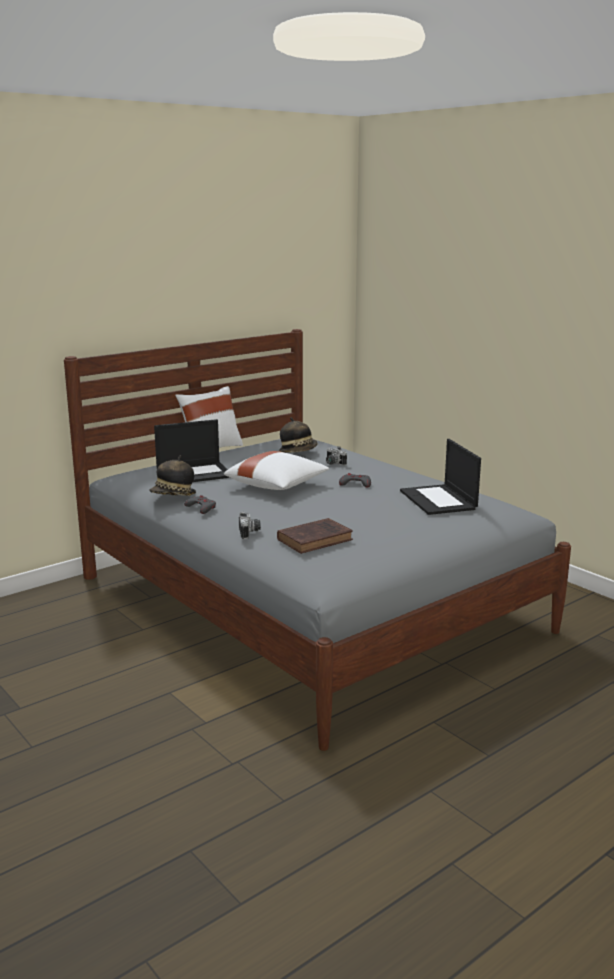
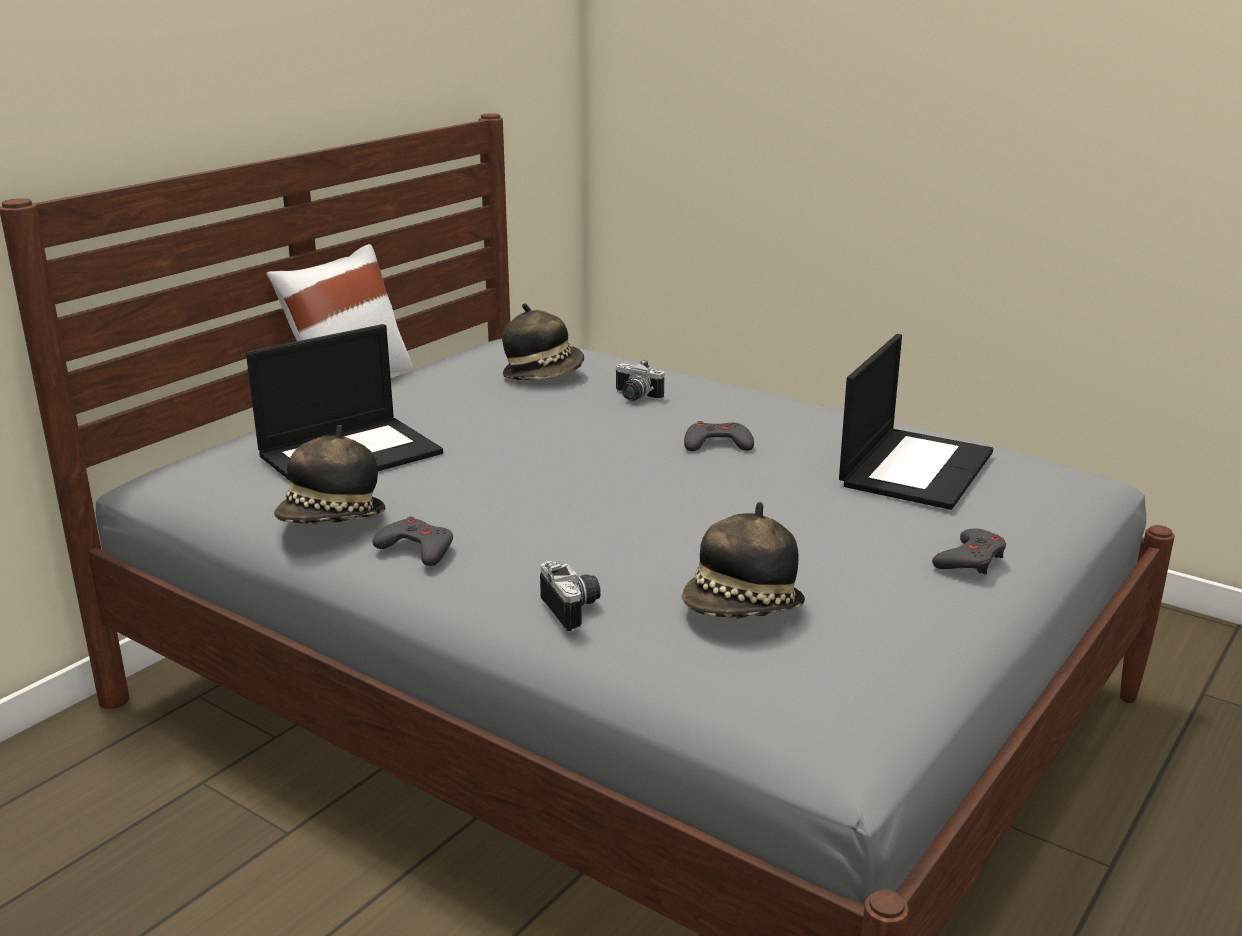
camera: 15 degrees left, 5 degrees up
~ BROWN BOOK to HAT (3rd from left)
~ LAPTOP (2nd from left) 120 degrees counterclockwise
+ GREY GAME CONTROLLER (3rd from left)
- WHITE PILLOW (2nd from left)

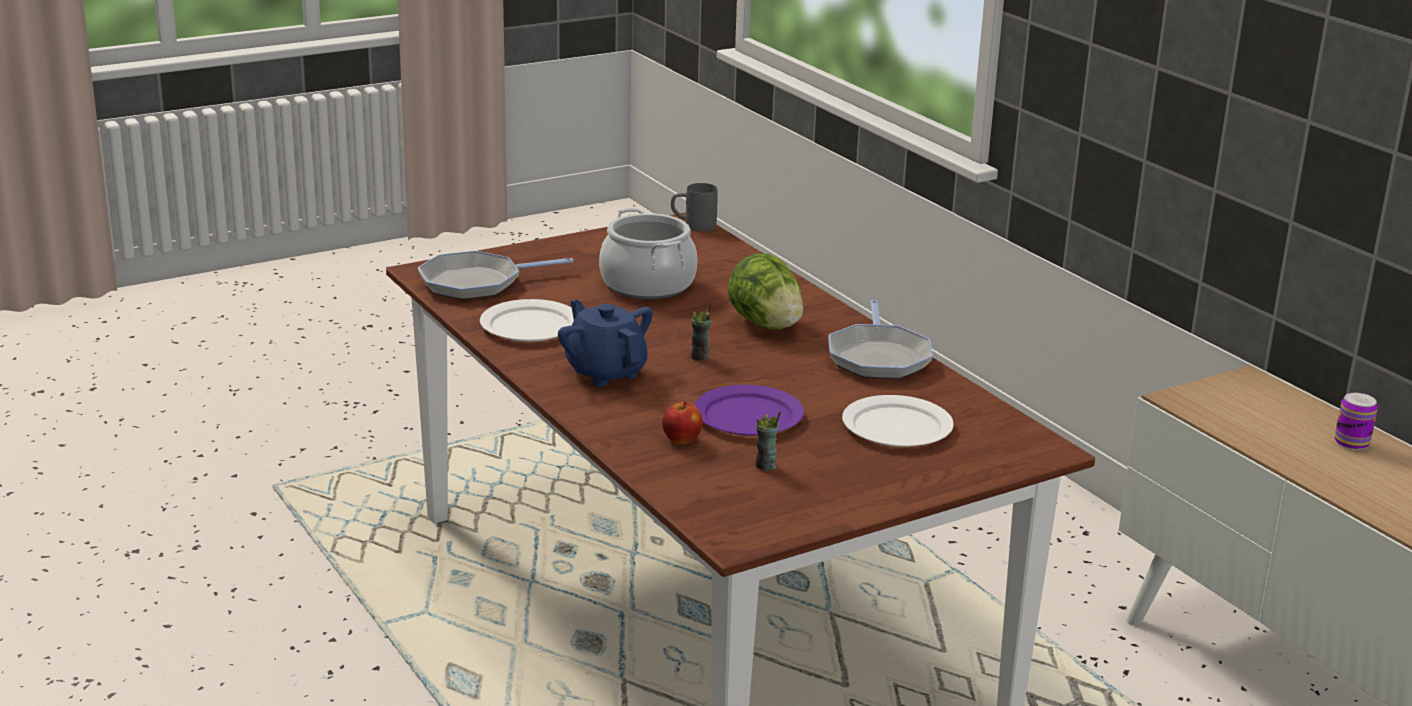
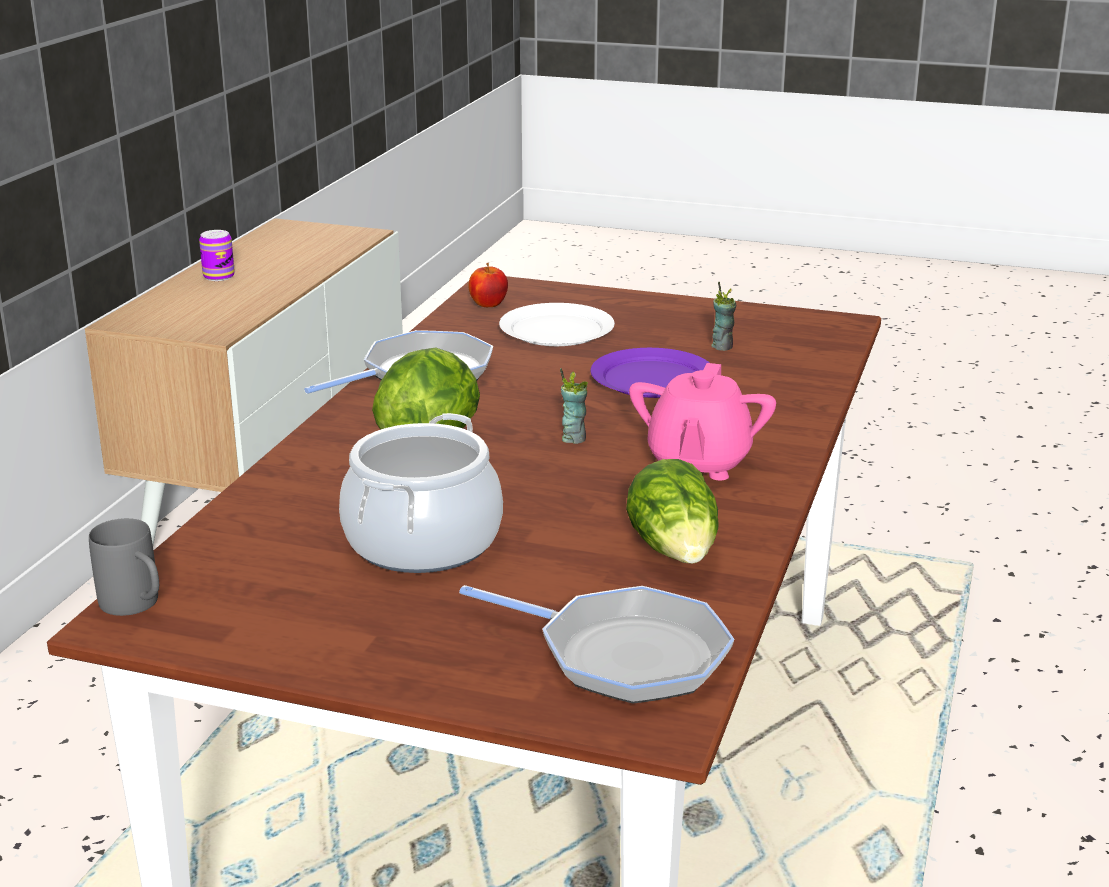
camera: 130 degrees left, 0 degrees up
~ APPLE
~ WHITE PLATE (1st from left) to LETTUCE (2nd from left)
~ BLUE TEAPOT to PINK TEAPOT

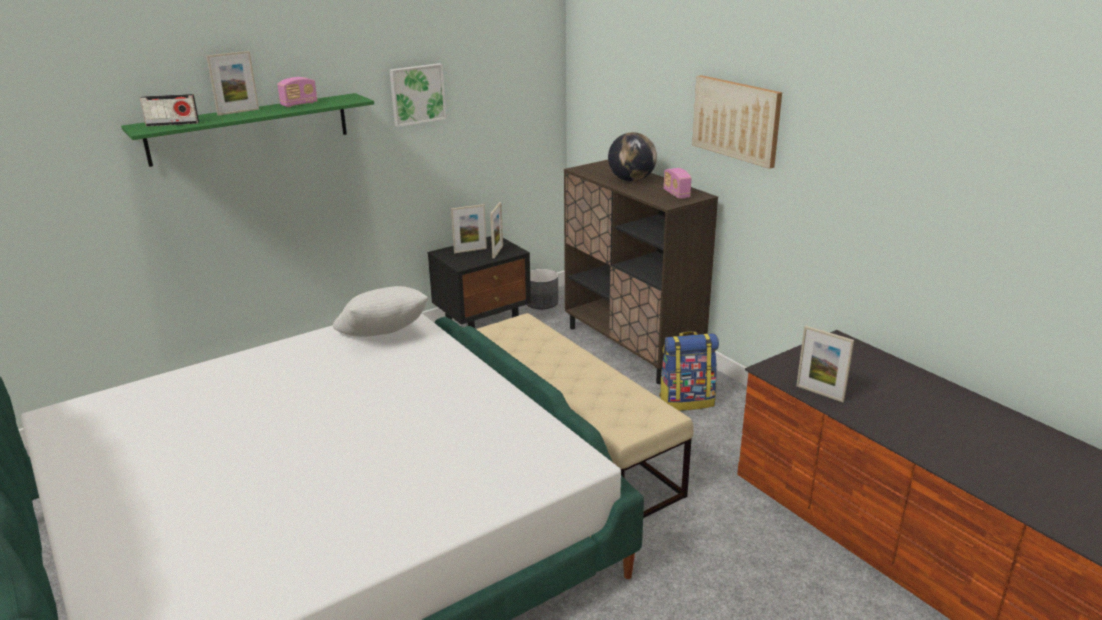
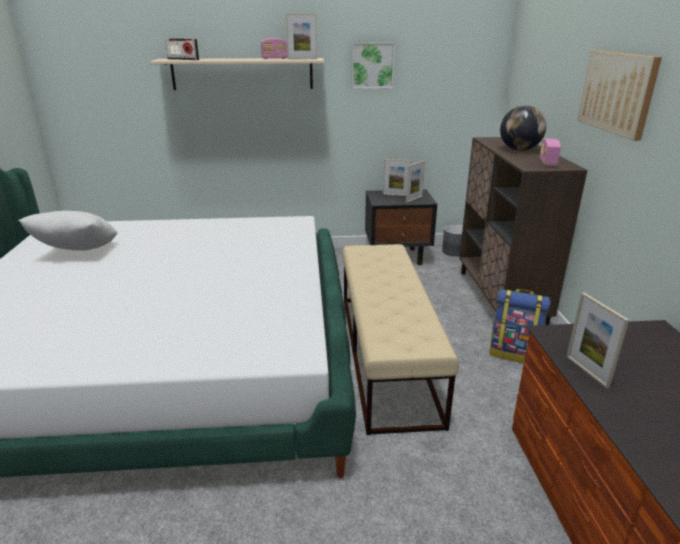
camera: 30 degrees right, 0 degrees up
~ WHITE PILLOW
~ GREEN SHELF to BEIGE SHELF
~ PICTURE FRAME (1st from left)

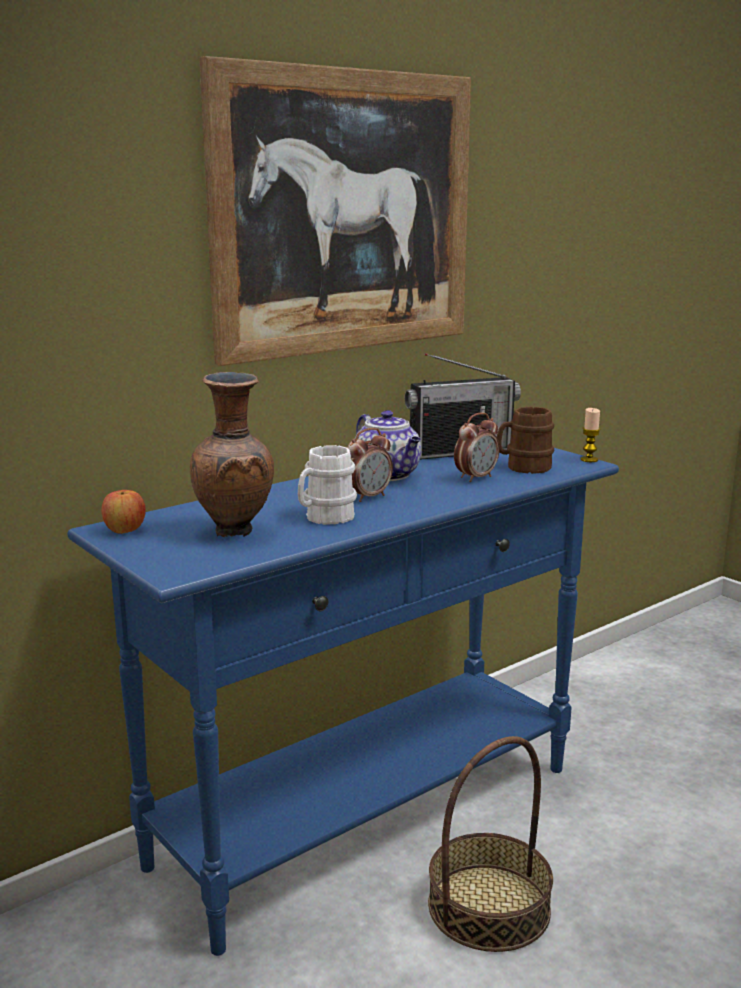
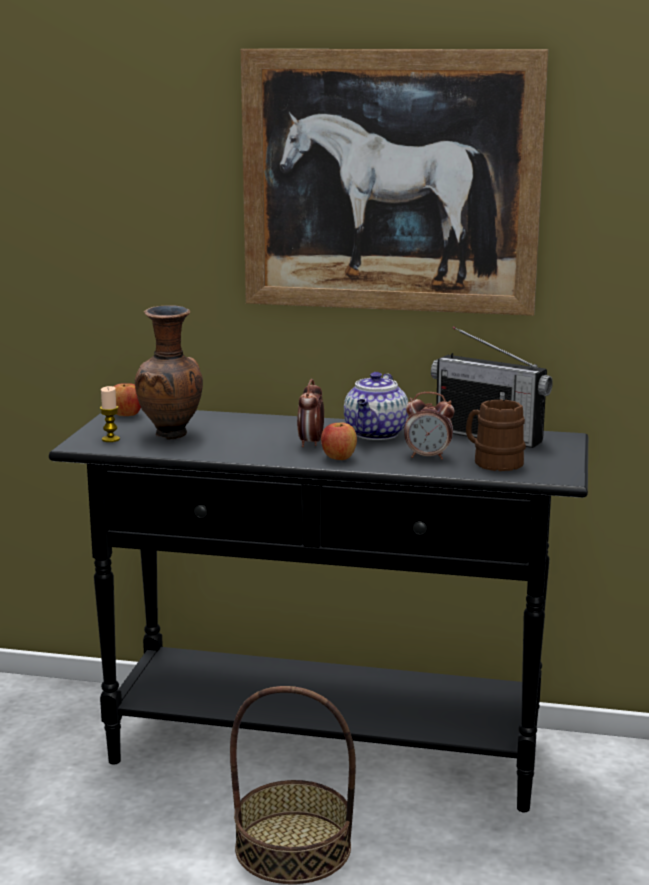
camera: 50 degrees right, 0 degrees up
~ BLUE CONSOLE TABLE to BLACK CONSOLE TABLE
~ CANDLE
~ ALARM CLOCK (1st from left) 90 degrees clockwise
+ APPLE (2nd from left)
- WHITE MUG

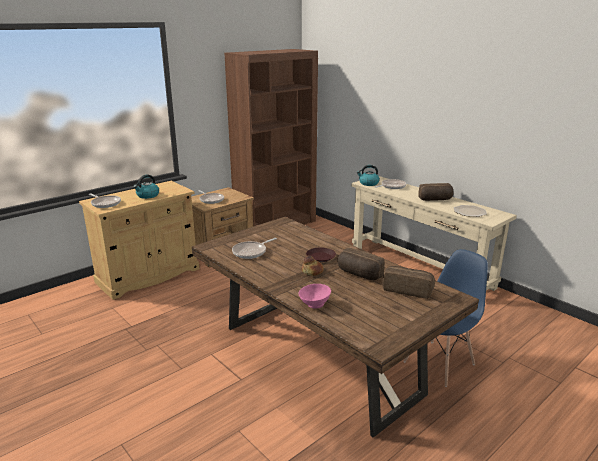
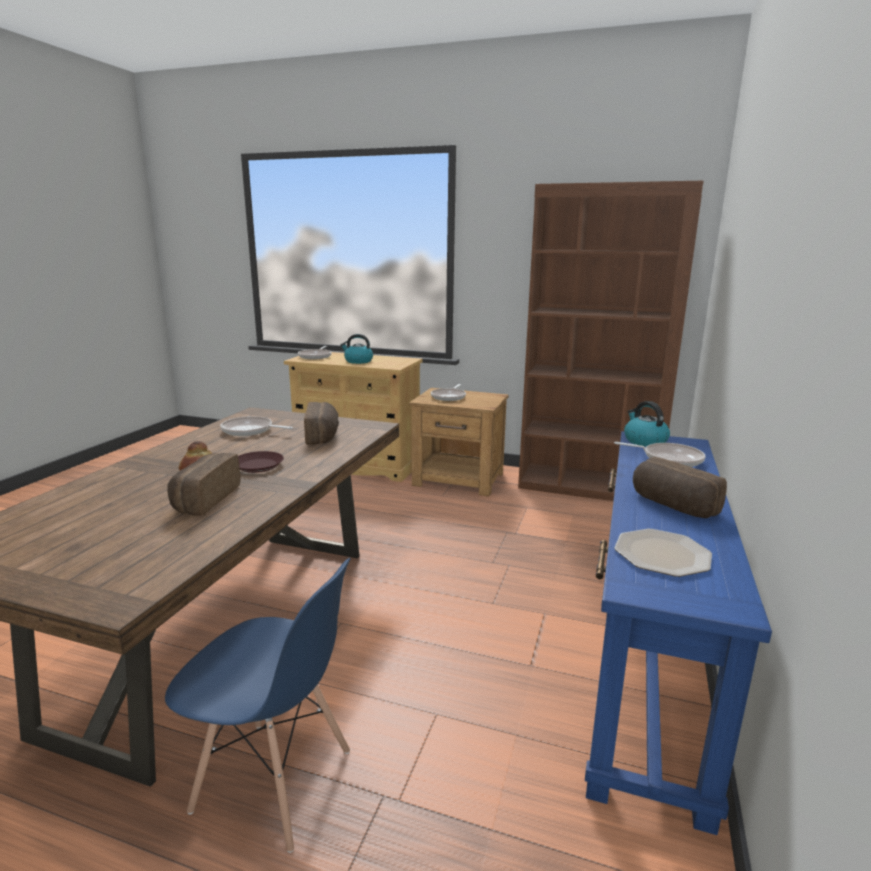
camera: 60 degrees right, 5 degrees down
~ BREAD (3rd from left)
~ BEIGE CONSOLE TABLE to BLUE CONSOLE TABLE
- PINK BOWL

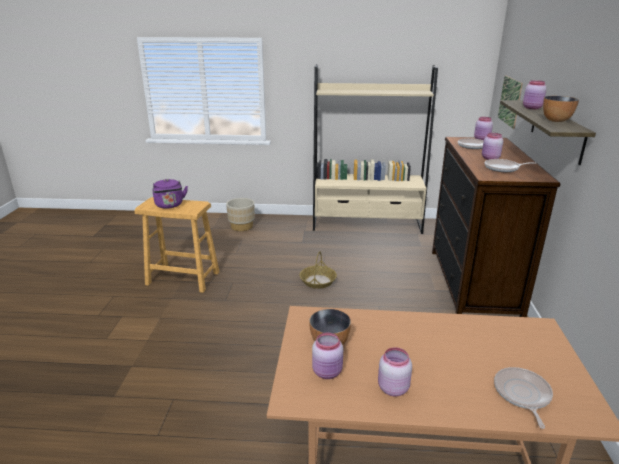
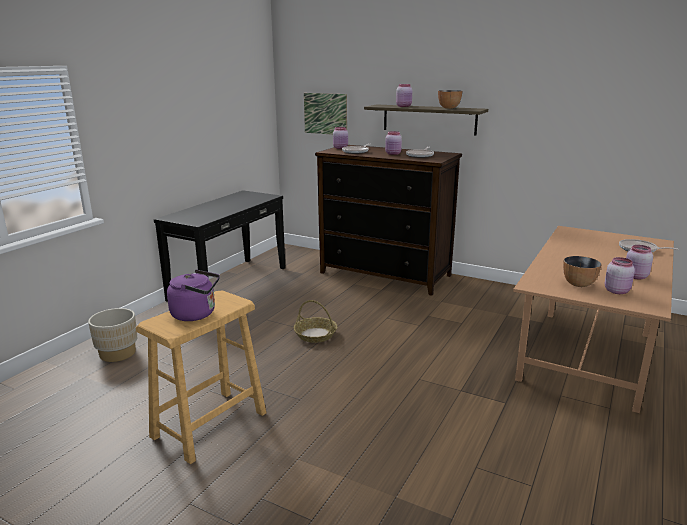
camera: 65 degrees left, 5 degrees down
~ BEIGE BOOKCASE to BLACK CONSOLE TABLE

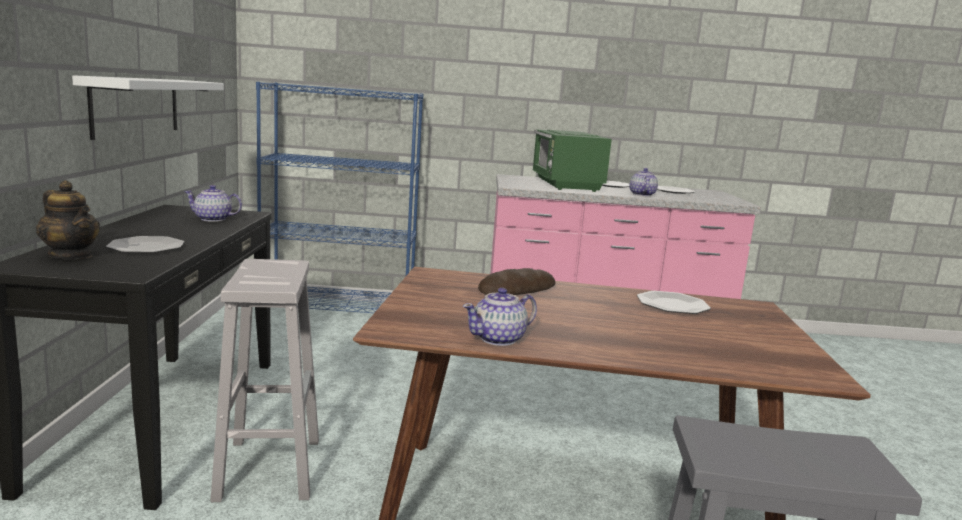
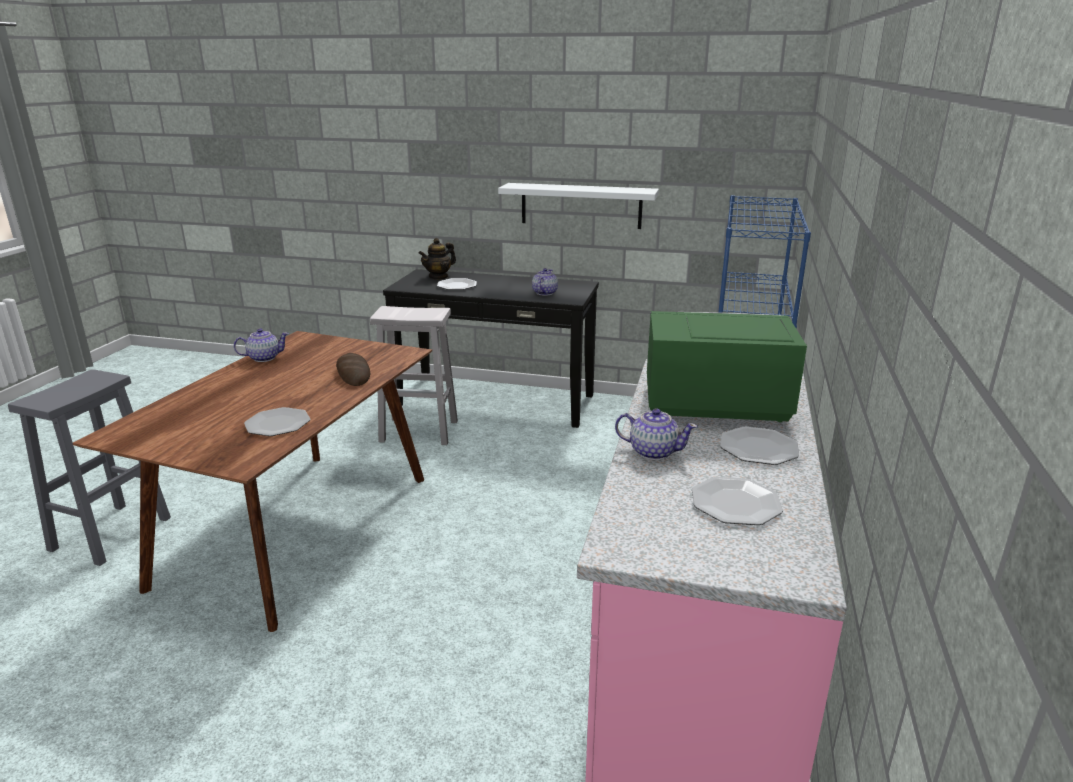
camera: 105 degrees right, 10 degrees up
~ TEAPOT (3rd from left in the first image) 90 degrees clockwise

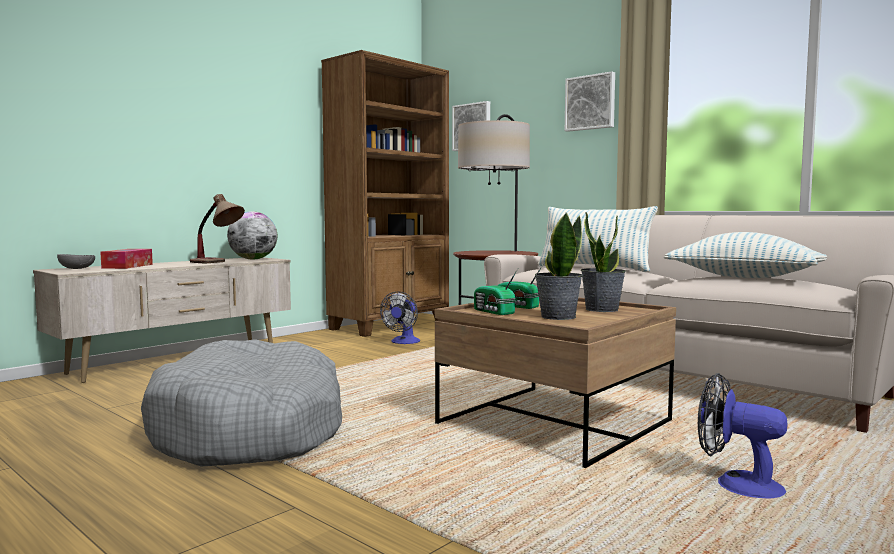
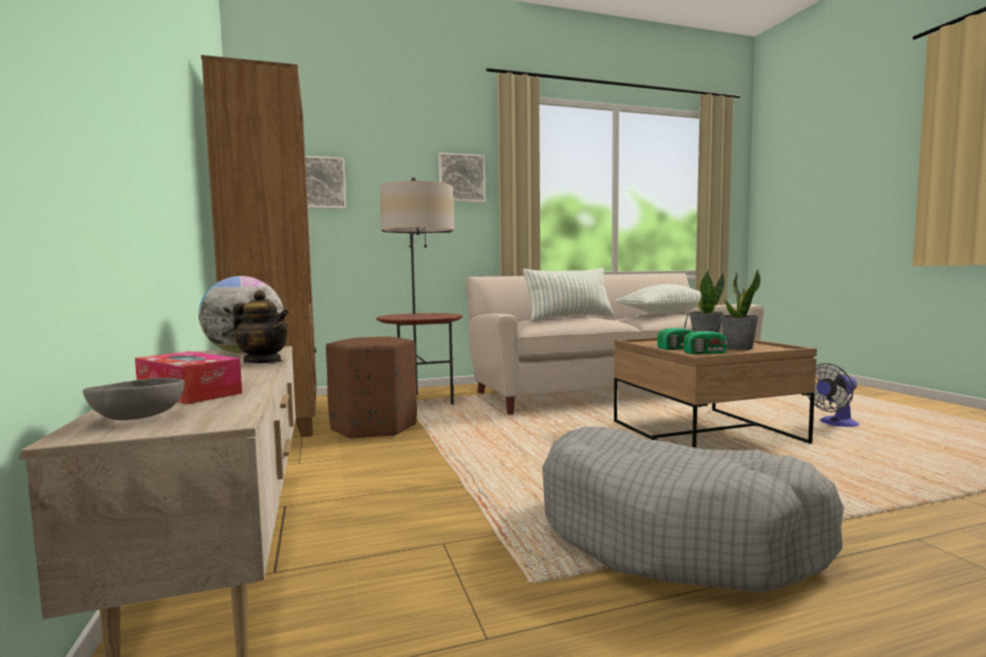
camera: 60 degrees left, 0 degrees up
~ TABLE LAMP to TEAPOT
~ FAN (1st from left) to BROWN OTTOMAN

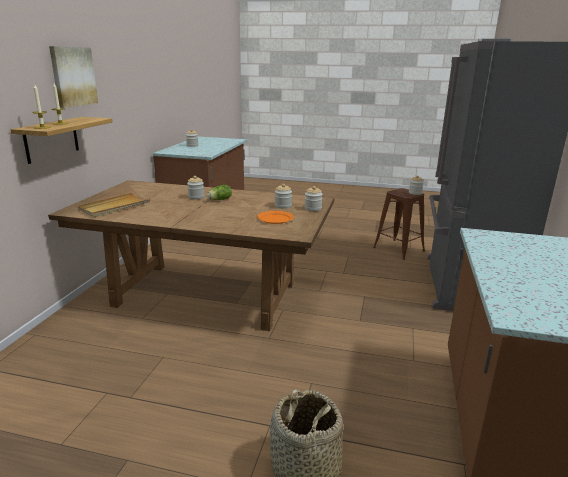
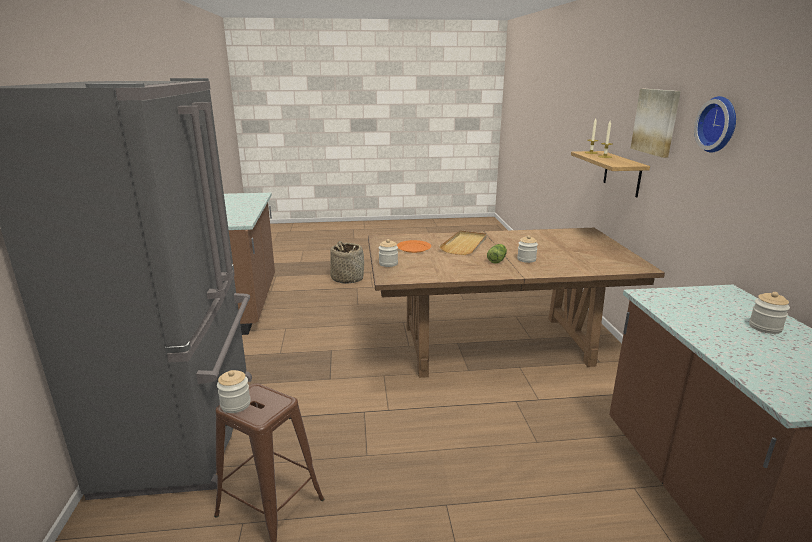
camera: 160 degrees right, 0 degrees up
~ BEIGE TRAY
+ WALL CLOCK
- JAR (3rd from left)

